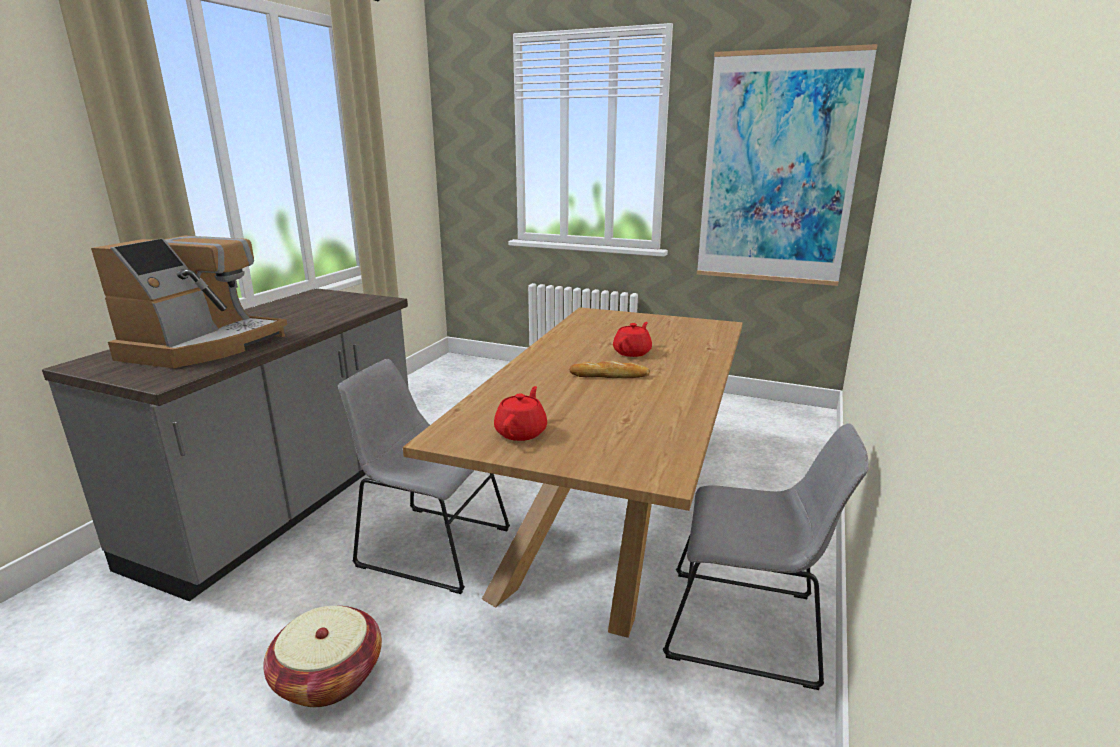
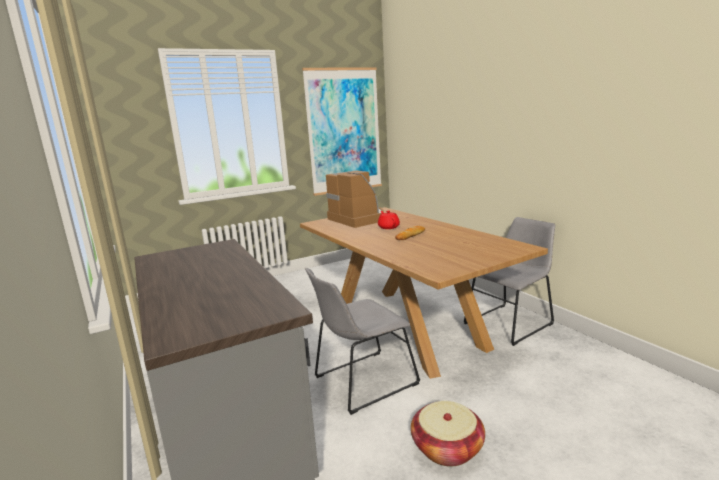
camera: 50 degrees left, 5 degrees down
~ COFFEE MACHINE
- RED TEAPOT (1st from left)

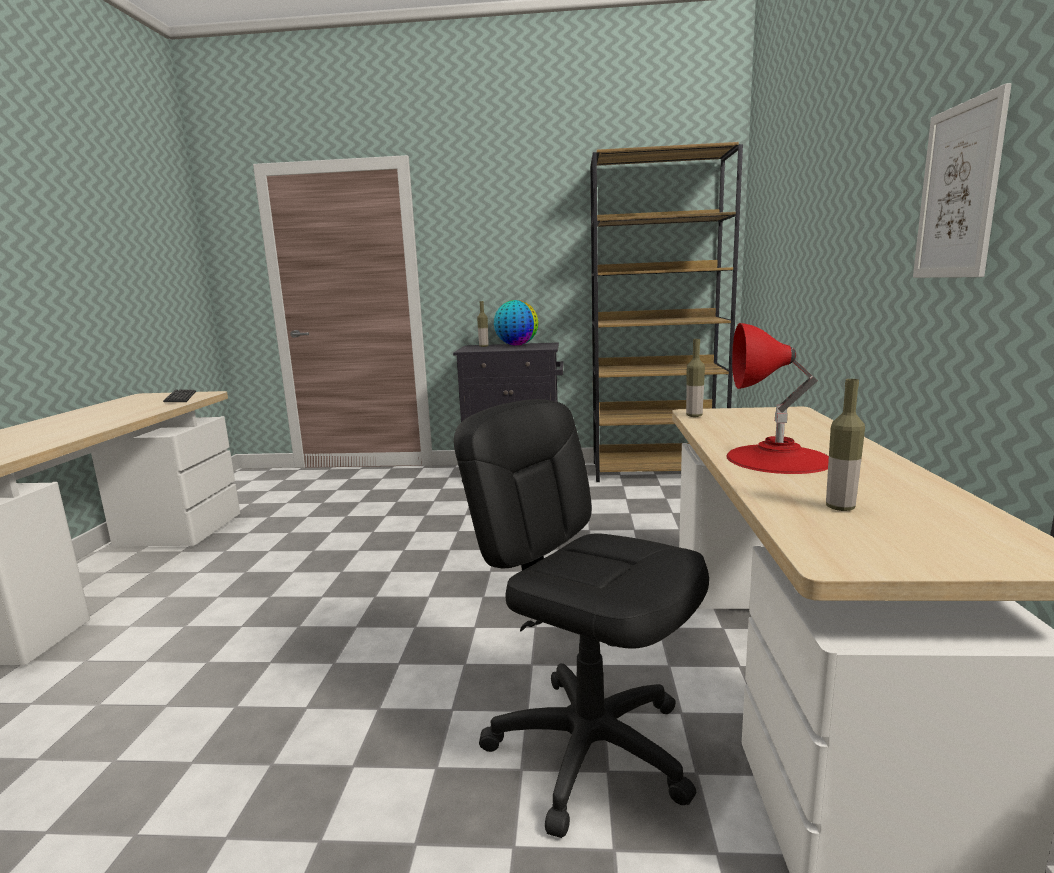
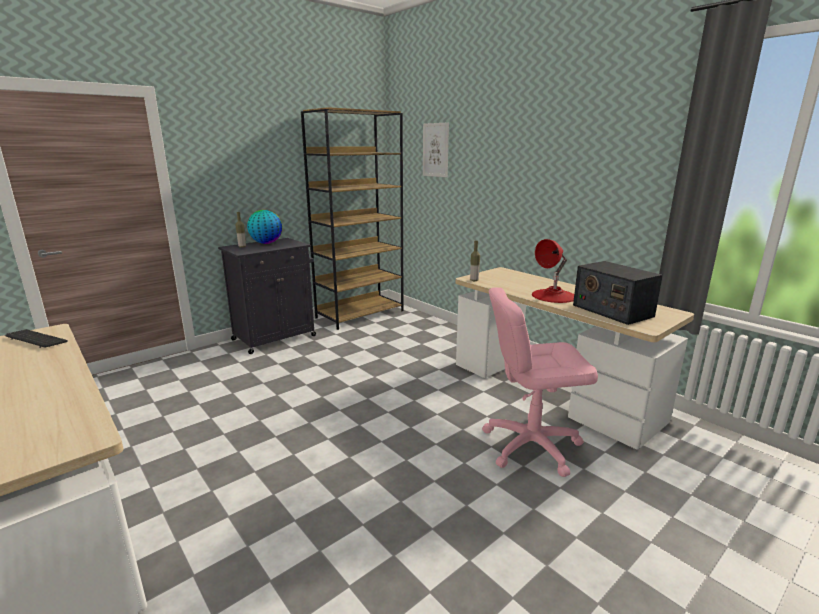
camera: 45 degrees left, 5 degrees up
~ PICTURE
~ BLACK OFFICE CHAIR to PINK OFFICE CHAIR
~ BOTTLE (3rd from left) to RADIO

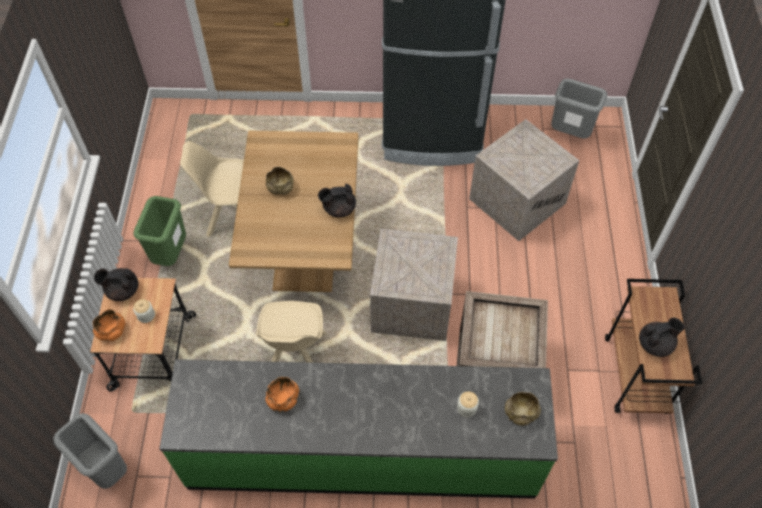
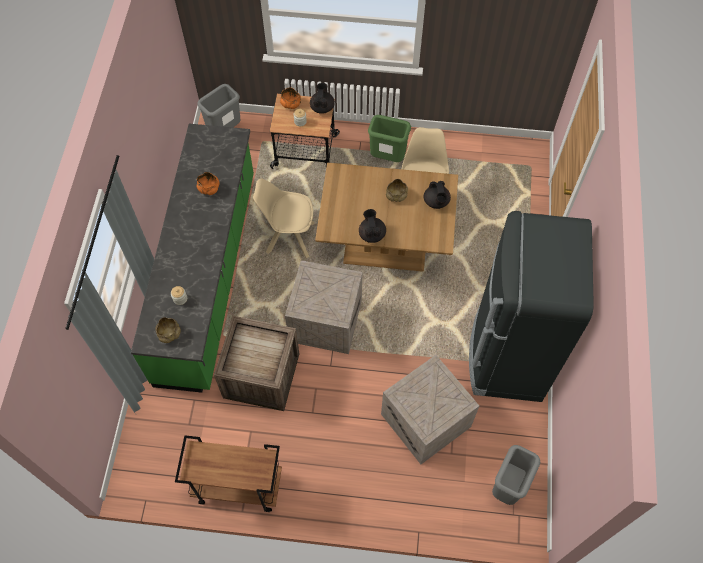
camera: 95 degrees right, 5 degrees up
~ BLACK TEAPOT (3rd from left)

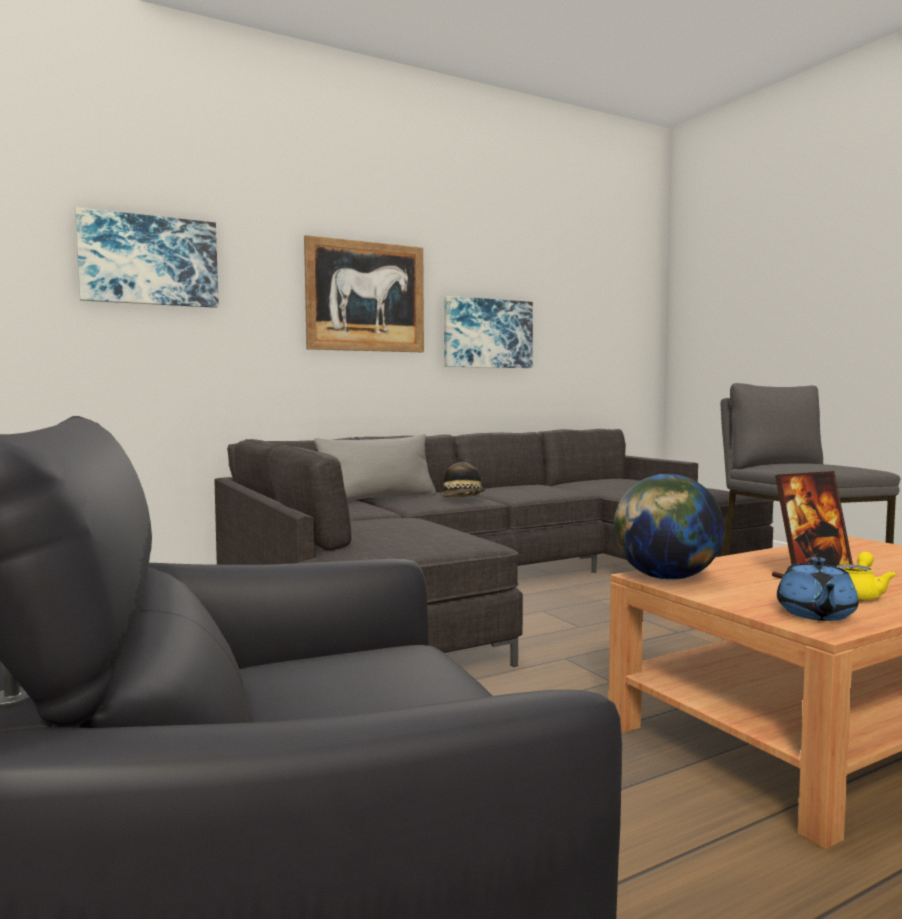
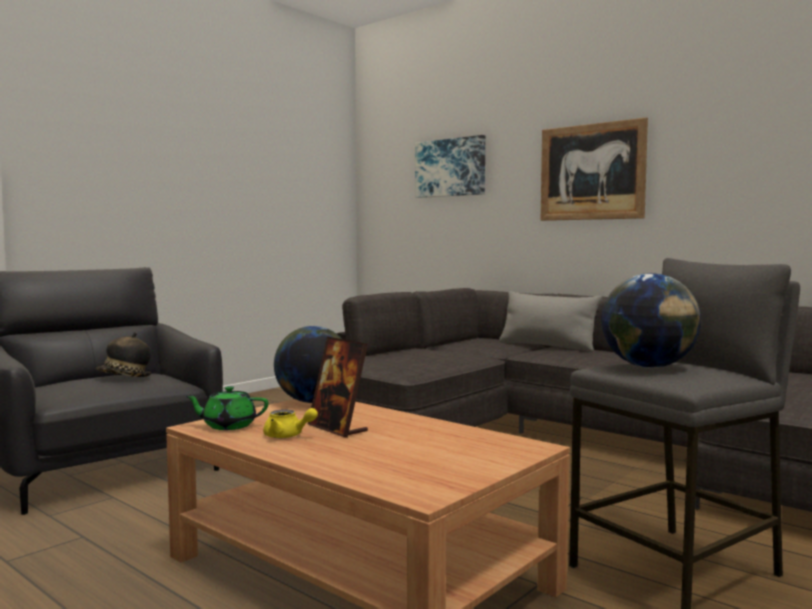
camera: 70 degrees right, 0 degrees up
~ HAT
~ BLUE TEAPOT to GREEN TEAPOT
+ GLOBE (2nd from left)
- PICTURE (3rd from left)

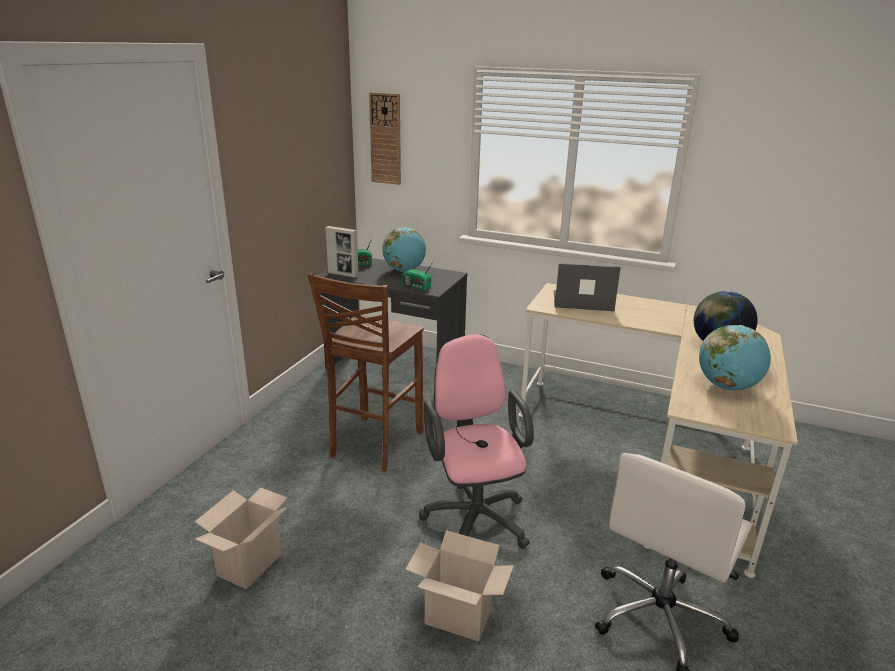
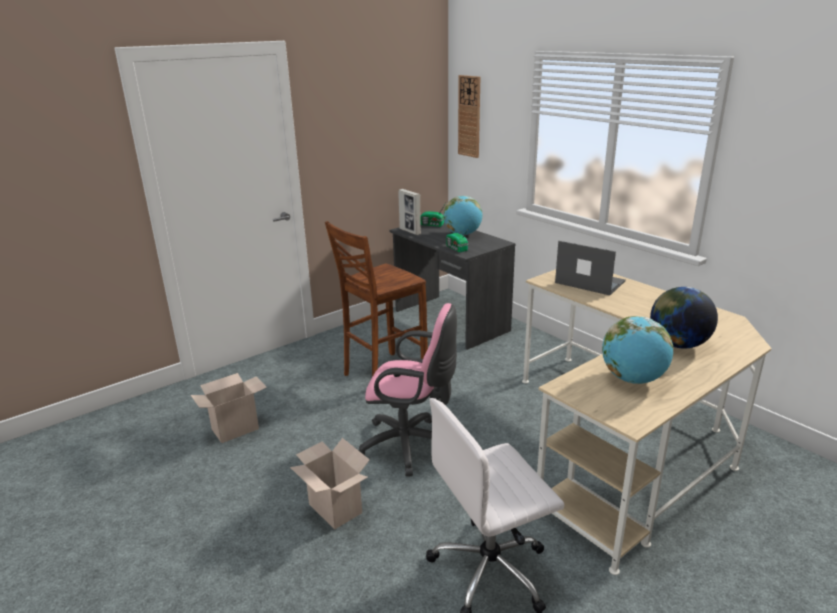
camera: 30 degrees right, 0 degrees up
~ PINK OFFICE CHAIR 90 degrees clockwise

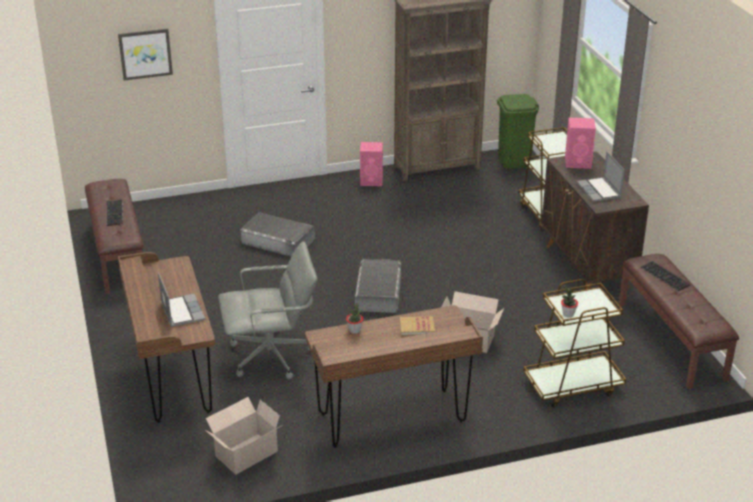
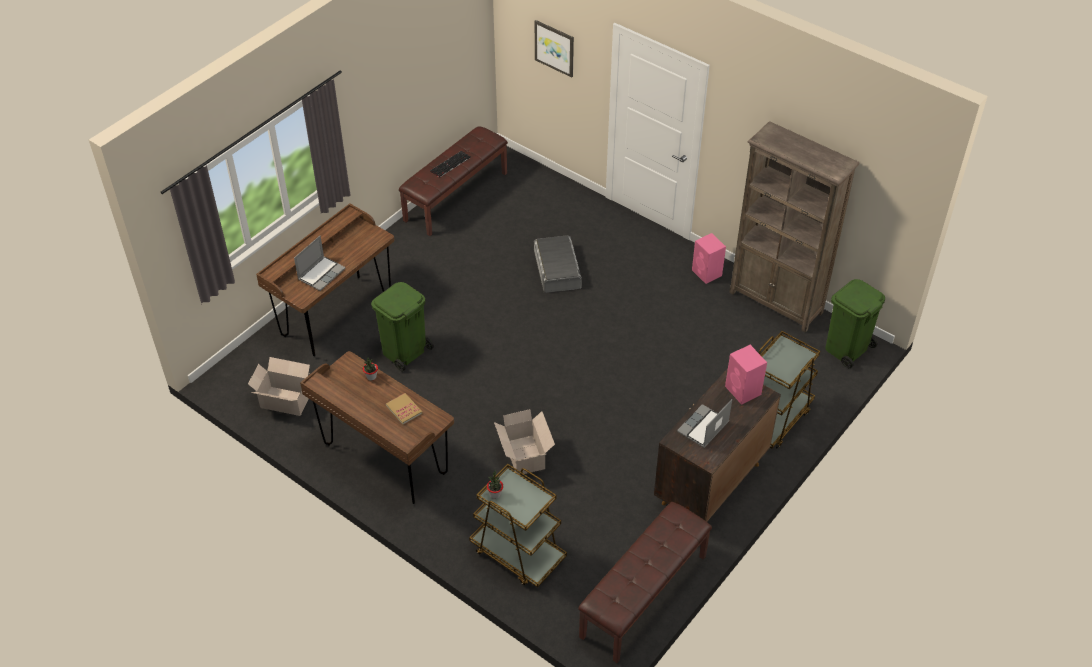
camera: 55 degrees right, 15 degrees up
~ GREY OFFICE CHAIR to GREEN TRASH CAN (1st from left)
- GREY STORAGE BOX (2nd from left)
- KEYBOARD (2nd from left)

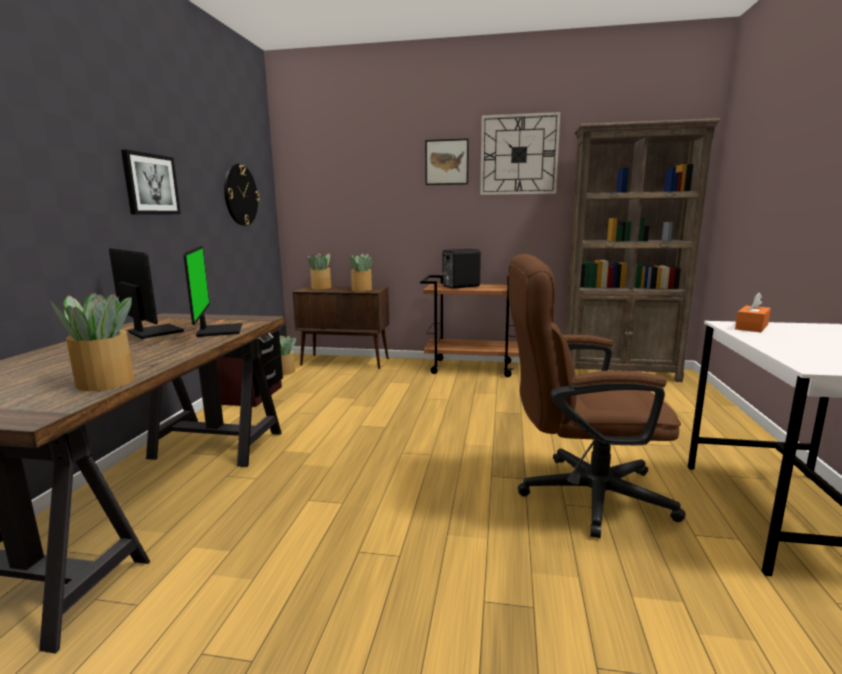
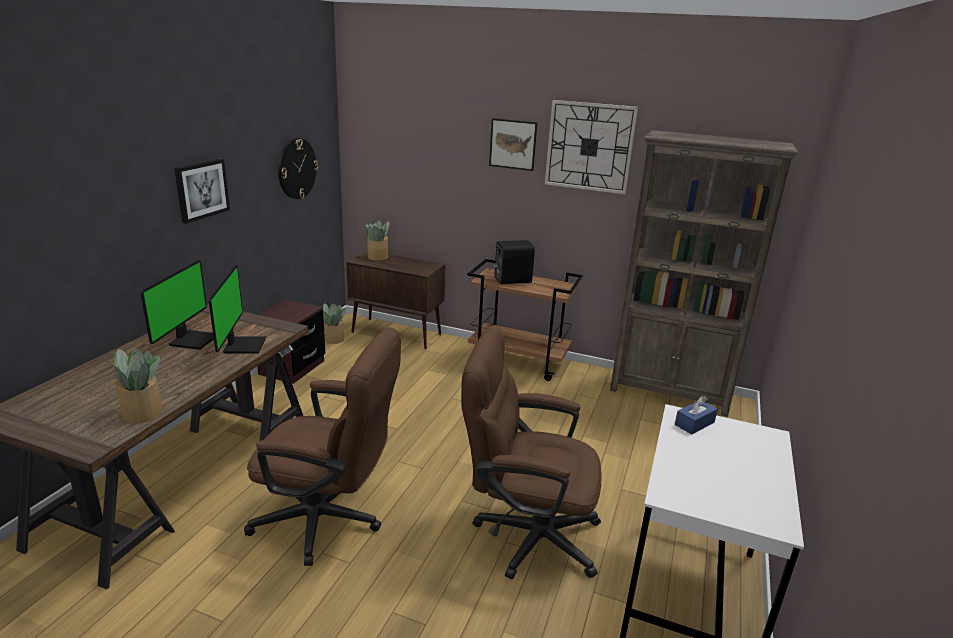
camera: 10 degrees right, 10 degrees up
~ MONITOR (1st from left) 45 degrees clockwise
+ BROWN OFFICE CHAIR (1st from left)
~ ORANGE TISSUE BOX to BLUE TISSUE BOX
- POTTED PLANT (4th from left)

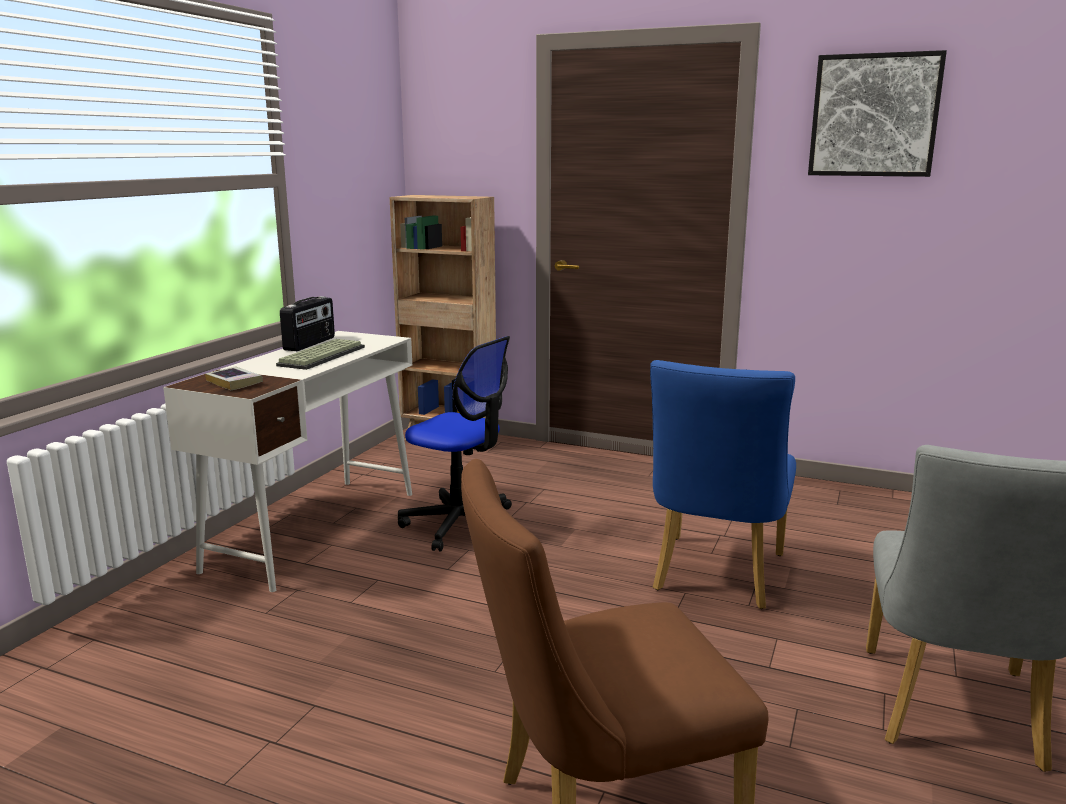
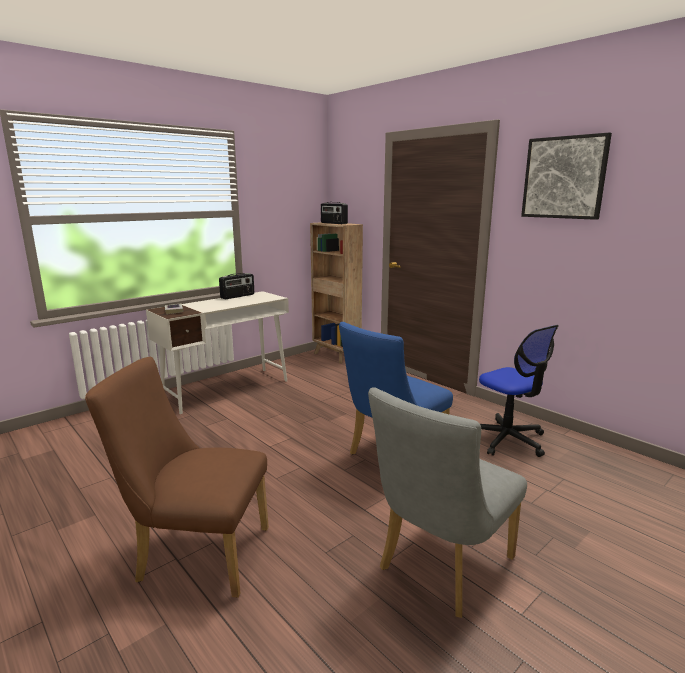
camera: 25 degrees right, 0 degrees up
+ RADIO (2nd from left)
~ OFFICE CHAIR
- KEYBOARD

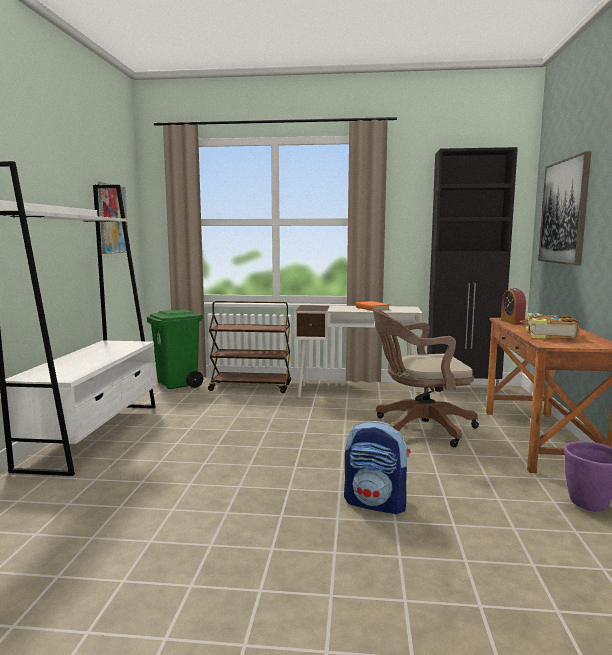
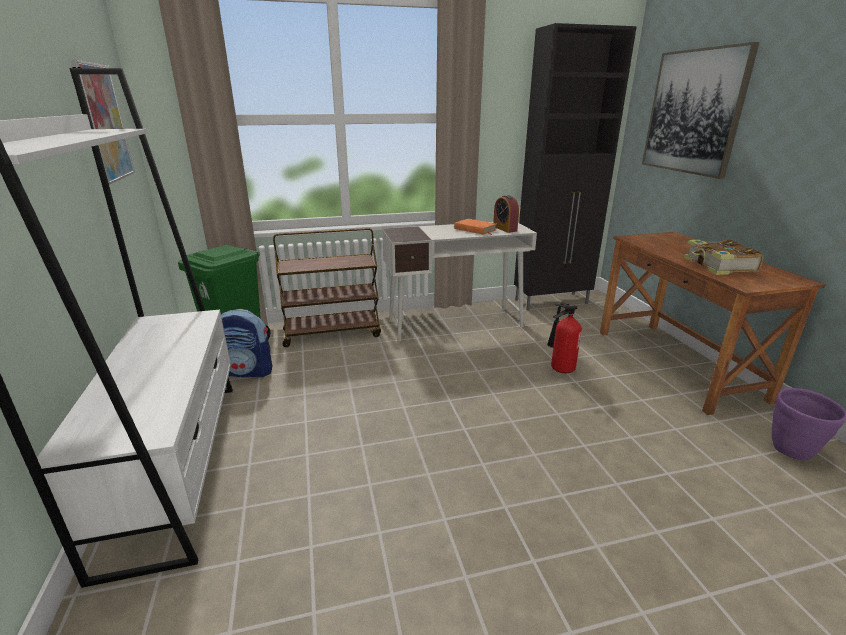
camera: 20 degrees left, 15 degrees up
~ BACKPACK
~ ALARM CLOCK
~ BROWN OFFICE CHAIR to FIRE EXTINGUISHER

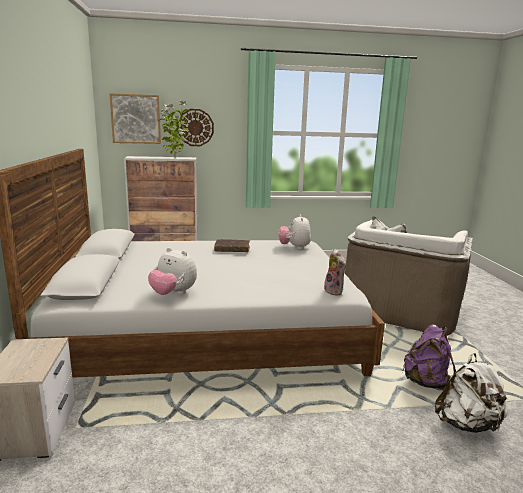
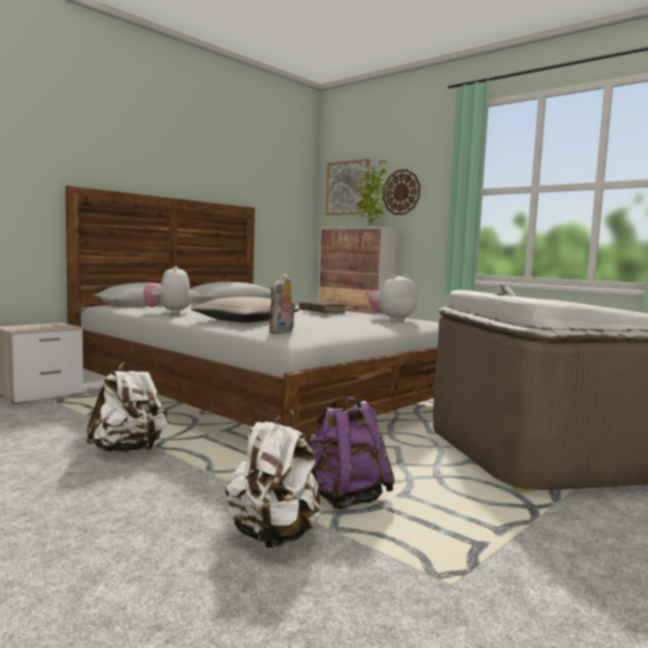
camera: 50 degrees right, 10 degrees down
+ WHITE BACKPACK (1st from left)
+ BEIGE PILLOW

